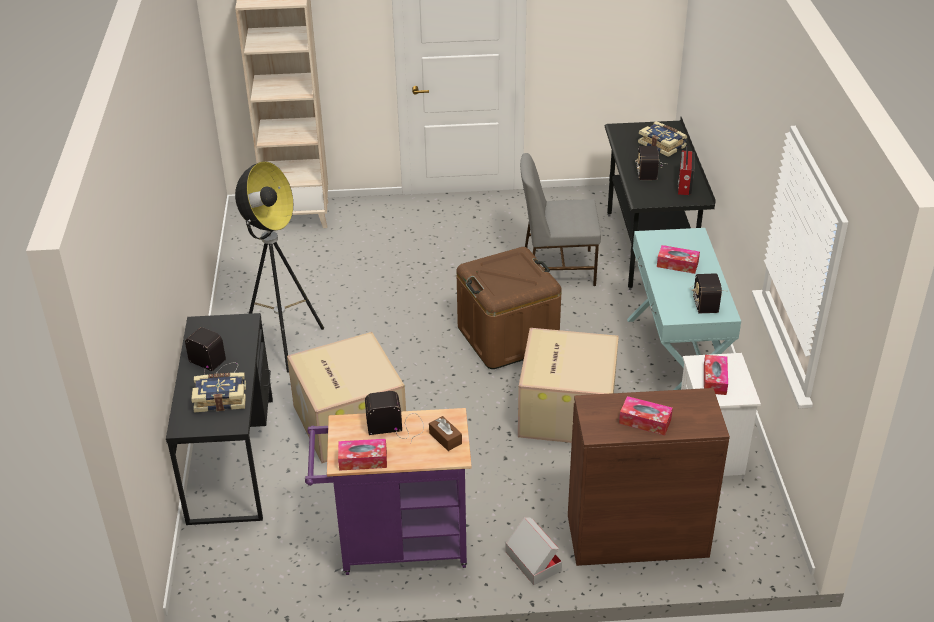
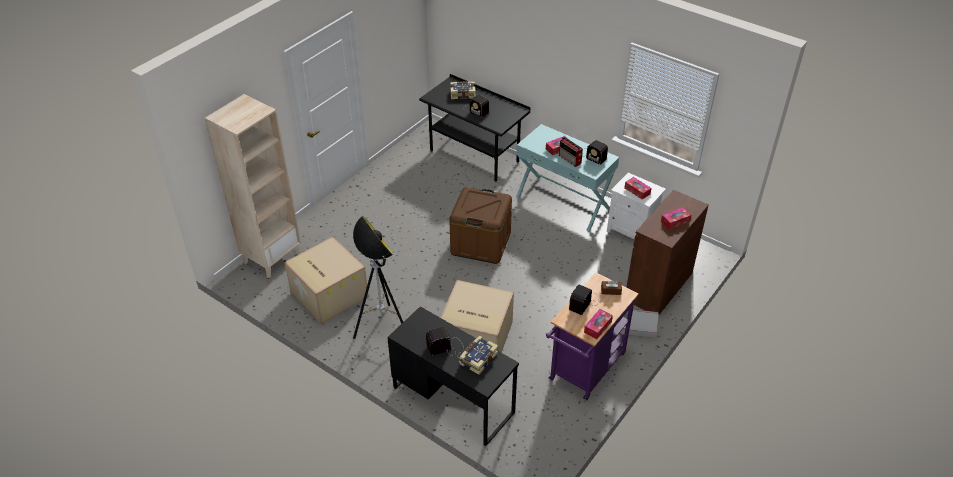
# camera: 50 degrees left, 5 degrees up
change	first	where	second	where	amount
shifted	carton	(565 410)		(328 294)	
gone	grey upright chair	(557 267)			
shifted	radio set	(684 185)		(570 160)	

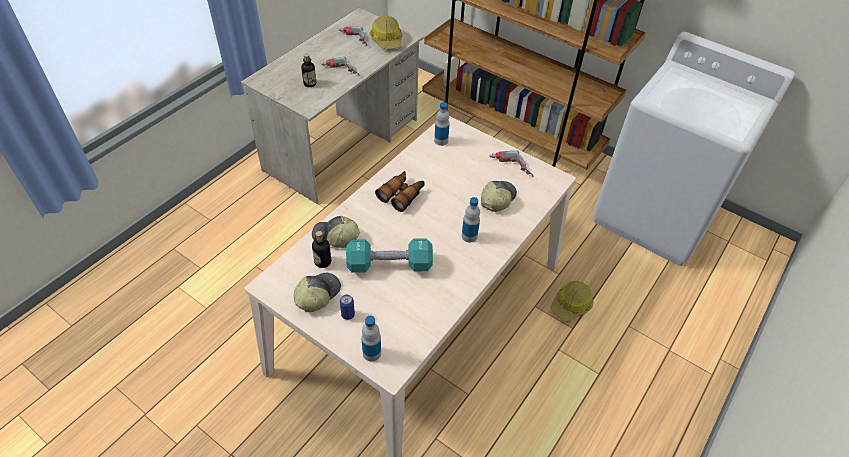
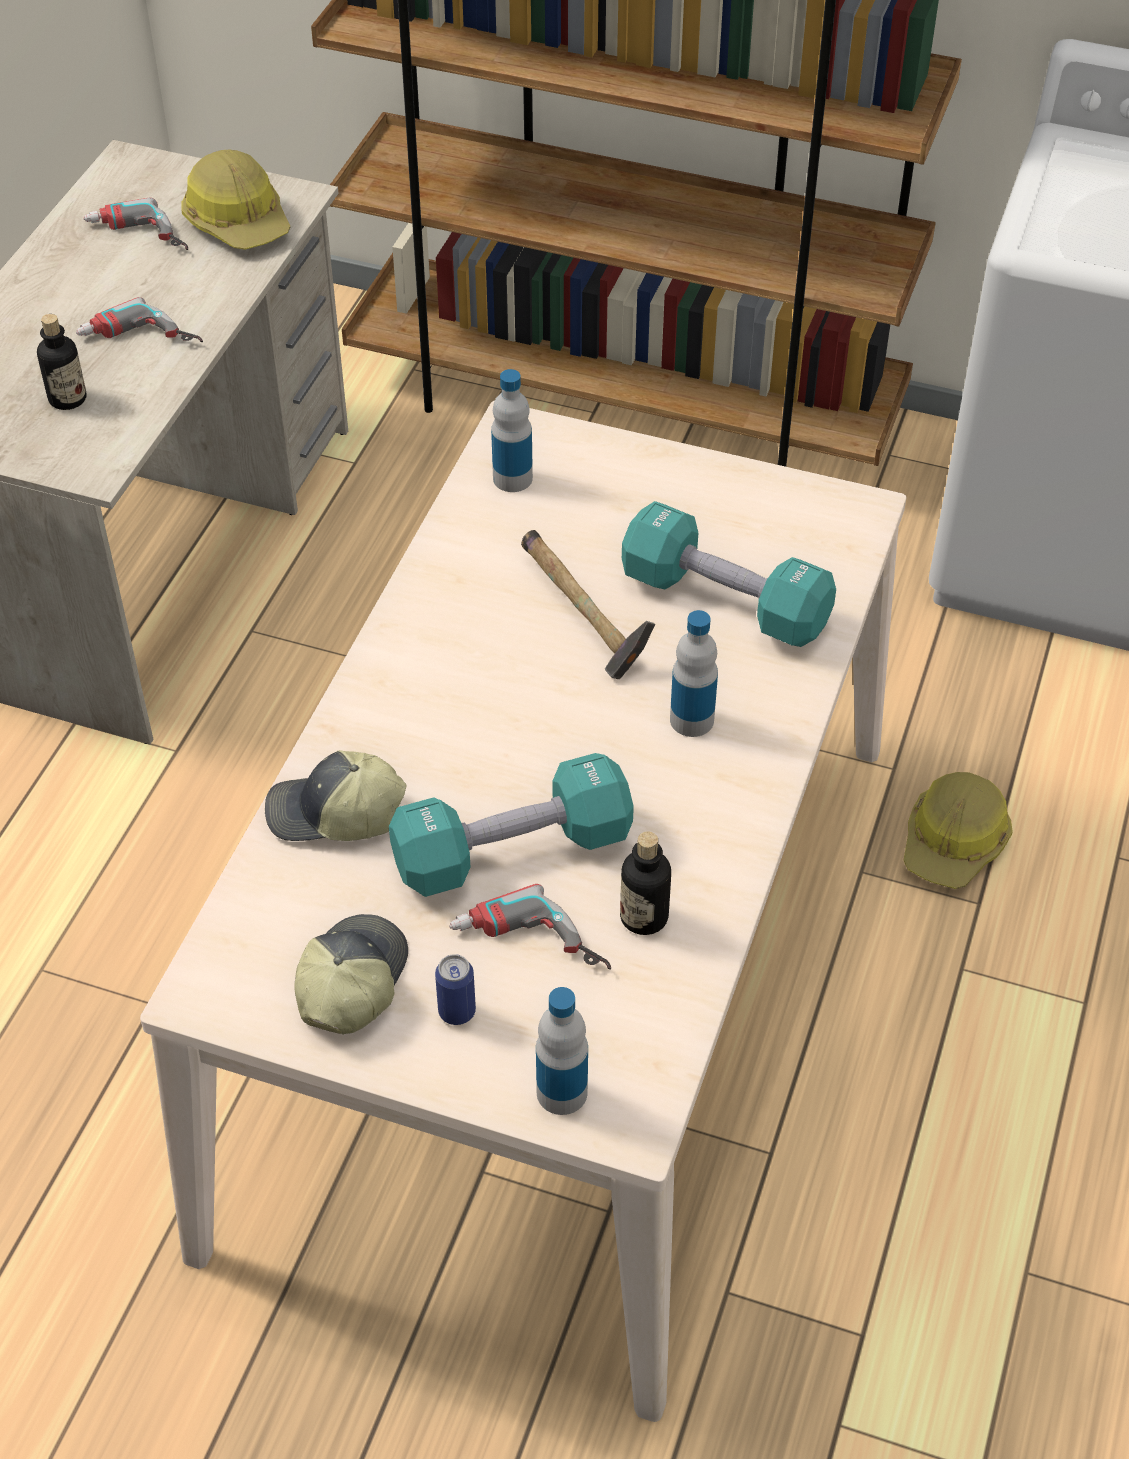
# camera: 15 degrees left, 0 degrees up
change	first	where	second	where	amount
shifted	drink bottle	(323 262)		(644 917)	
gone	binoculars	(402 194)			
swapped	peaked cap	(497 198)	blue-green free weight	(725 601)	
shifted	drill	(510 167)		(528 950)	
new			hammer	(581 618)	

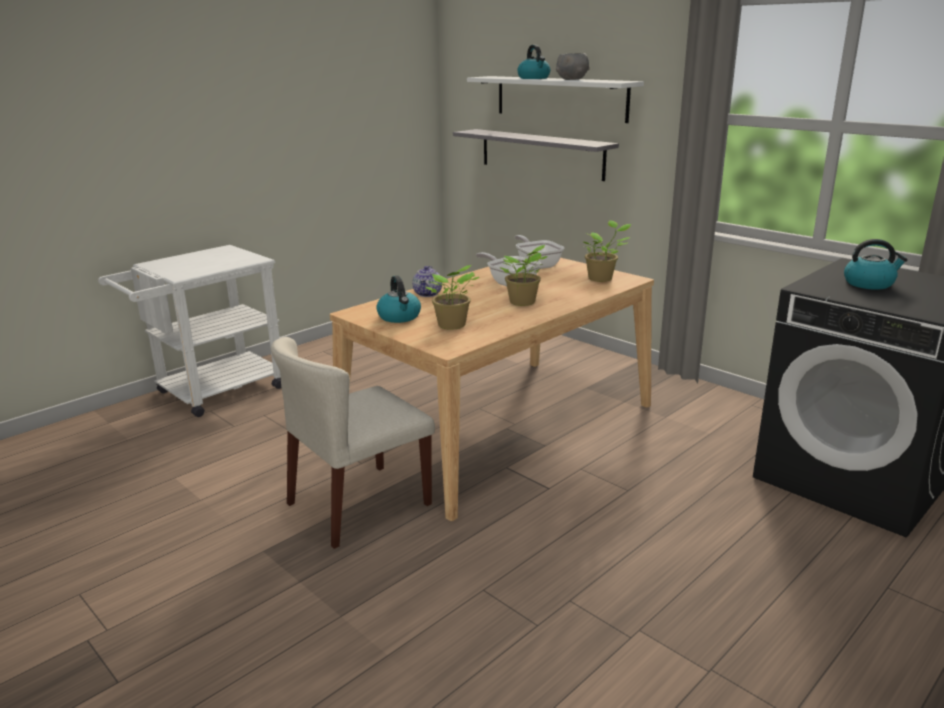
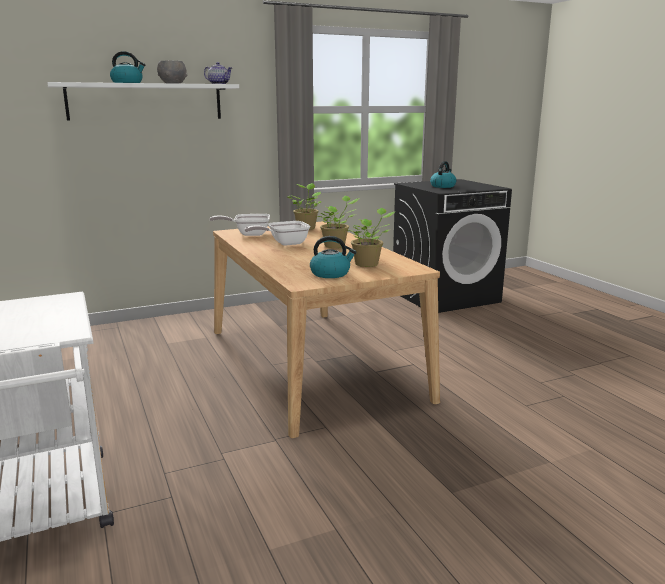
# camera: 70 degrees left, 5 degrees down
change	first	where	second	where	amount
gone	beige-coloured upright chair	(358 505)			
shifted	pot for tea	(428 294)		(219 84)	
gone	grey shelf	(541 154)			

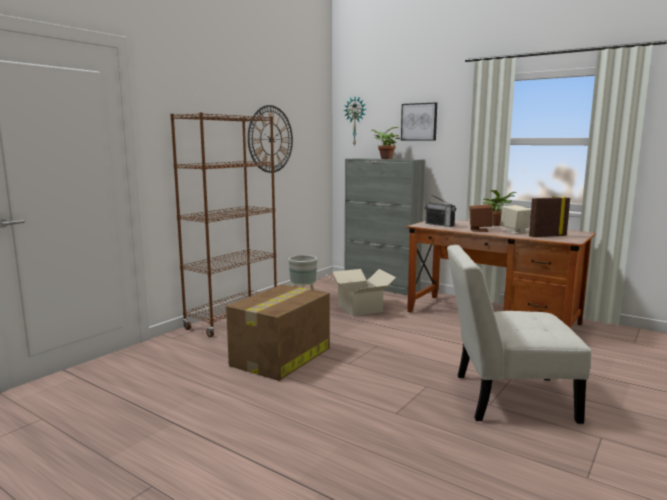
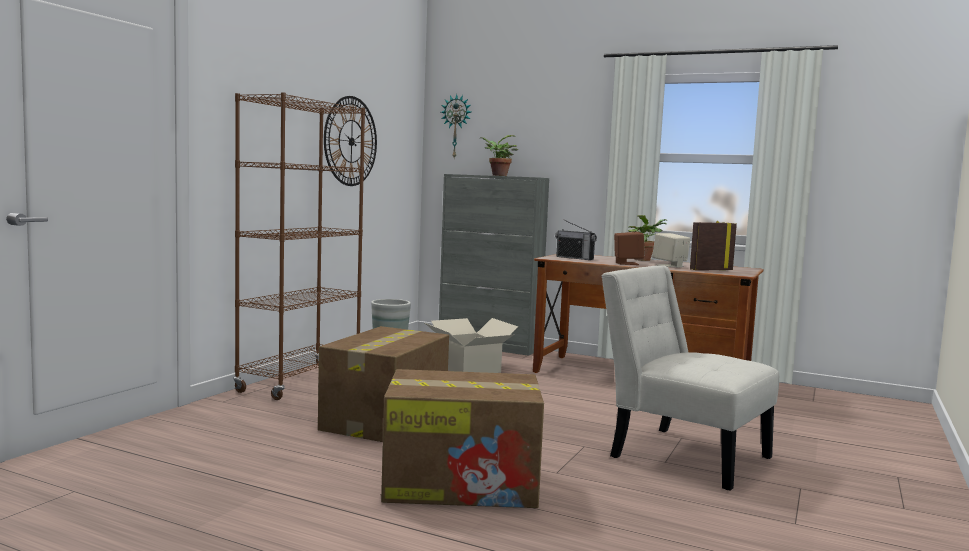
# camera: 10 degrees left, 5 degrees down
change	first	where	second	where	amount
gone	picture	(419 122)			
rotated	white-coloured upright chair	(505 397)		(682 454)	45 degrees clockwise
new			carton	(463 484)	

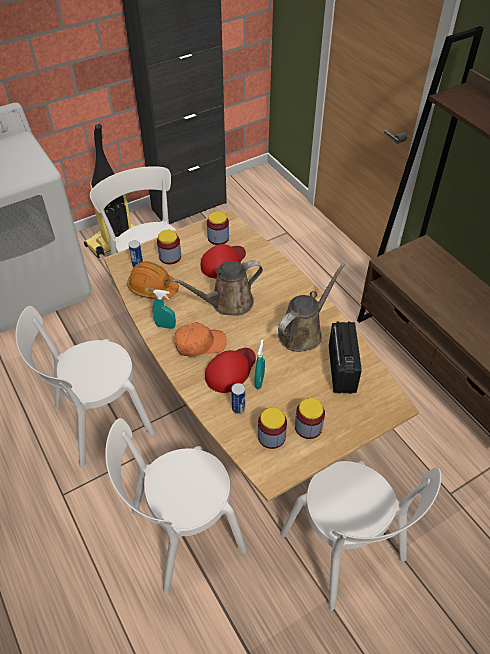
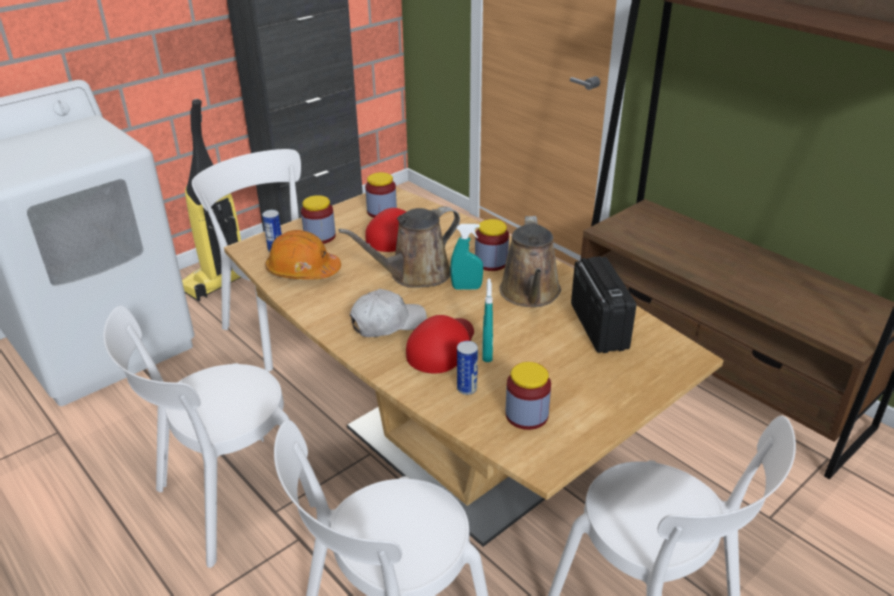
# camera: 10 degrees left, 15 degrees down
change	first	where	second	where	amount
shifted	blue-green hand sprayer	(165 326)		(466 288)	
repainted	orange peaked cap	(199 344)	white-coloured peaked cap	(387 323)	
rotated	brownish watering can	(303 332)		(530 294)	150 degrees clockwise
shifted	jar	(308 427)		(491 262)	

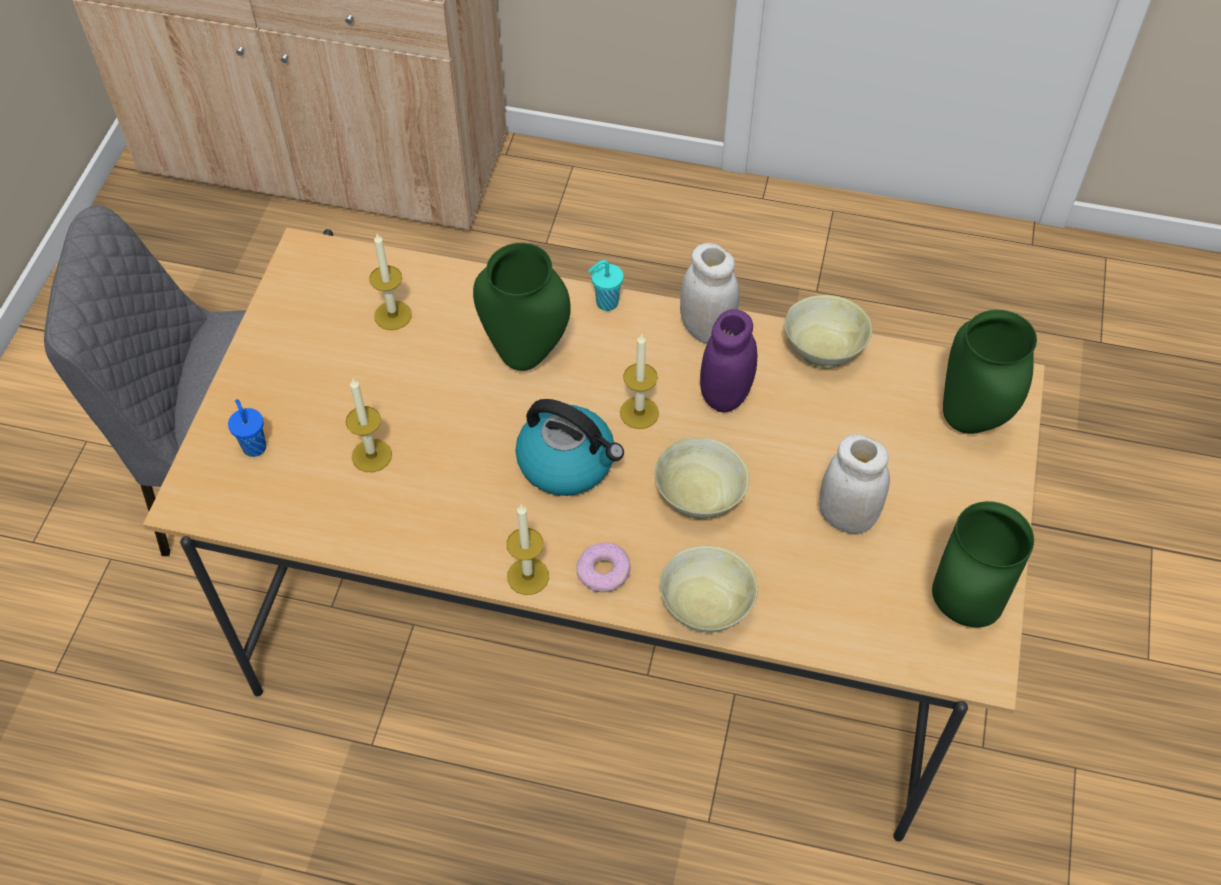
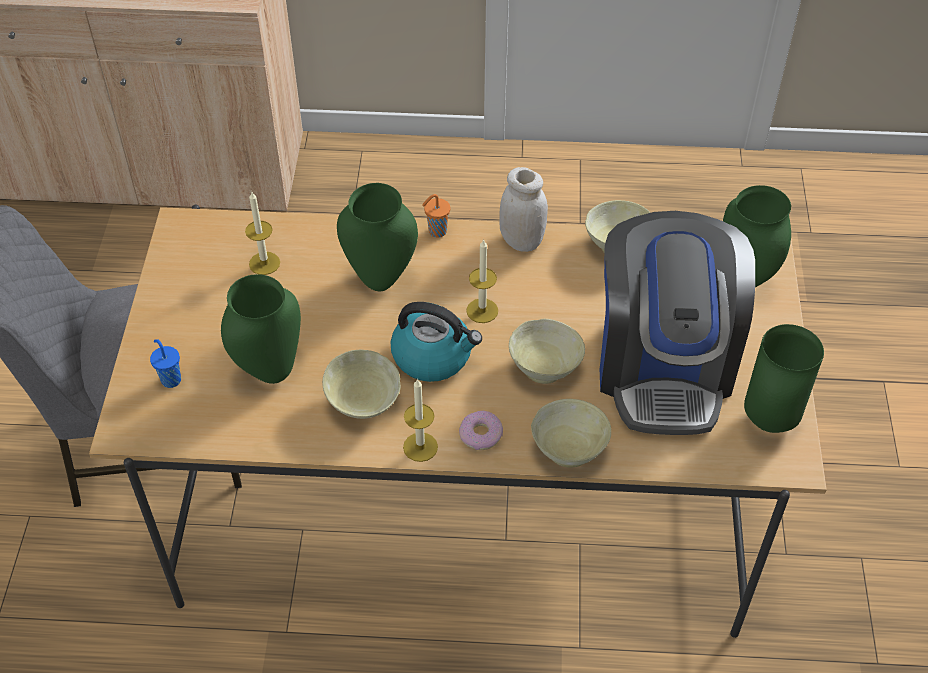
# camera: 10 degrees left, 5 degrees down
change	first	where	second	where	amount
swapped	wax light	(371 455)	green-coloured vase	(271 373)	
repainted	blue-green small cup	(605 303)	orange small cup	(436 232)	
gone	purple jar	(725 395)			
swapped	white-coloured jar	(846 517)	coffee machine	(664 366)	
new			beige-coloured deep dish	(362 404)	

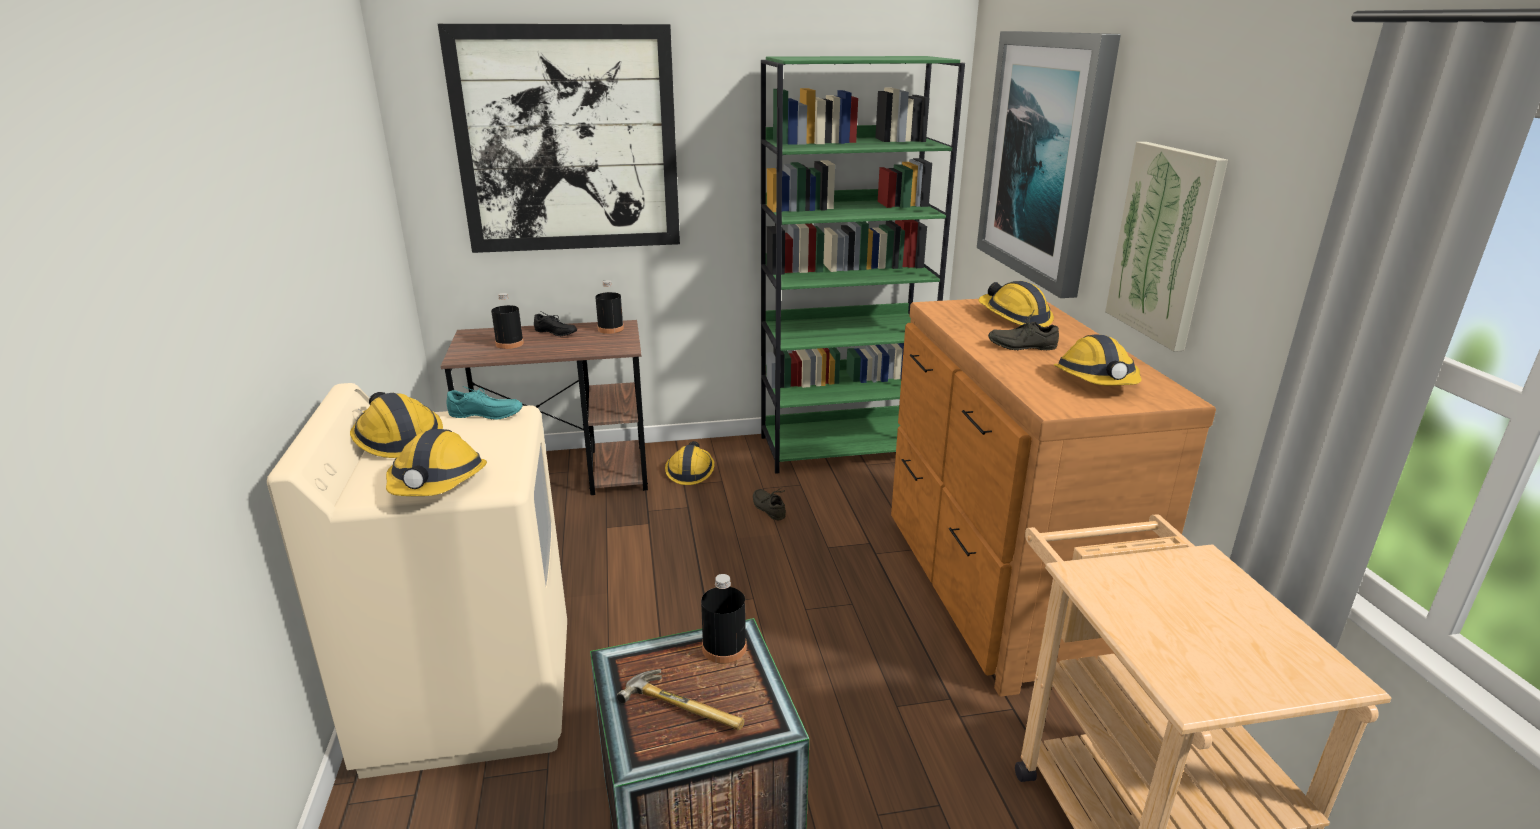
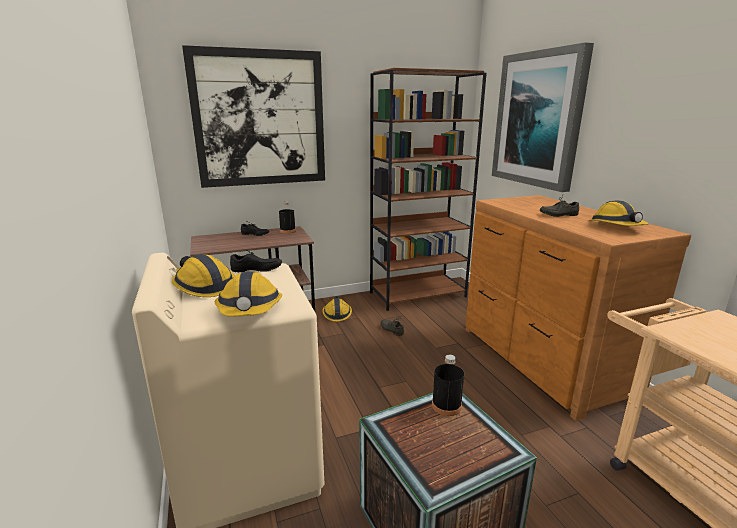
# camera: 10 degrees left, 5 degrees down
change	first	where	second	where	amount
repainted	blue-green low shoe	(485 416)	black-coloured low shoe	(256 270)	
gone	black-coloured drink bottle	(509 344)			
gone	hammer	(686 705)			
repainted	green-coloured bookcase	(843 448)	brownish bookcase	(418 294)	
gone	work helmet	(1014 317)			
gone	picture	(1164 244)			

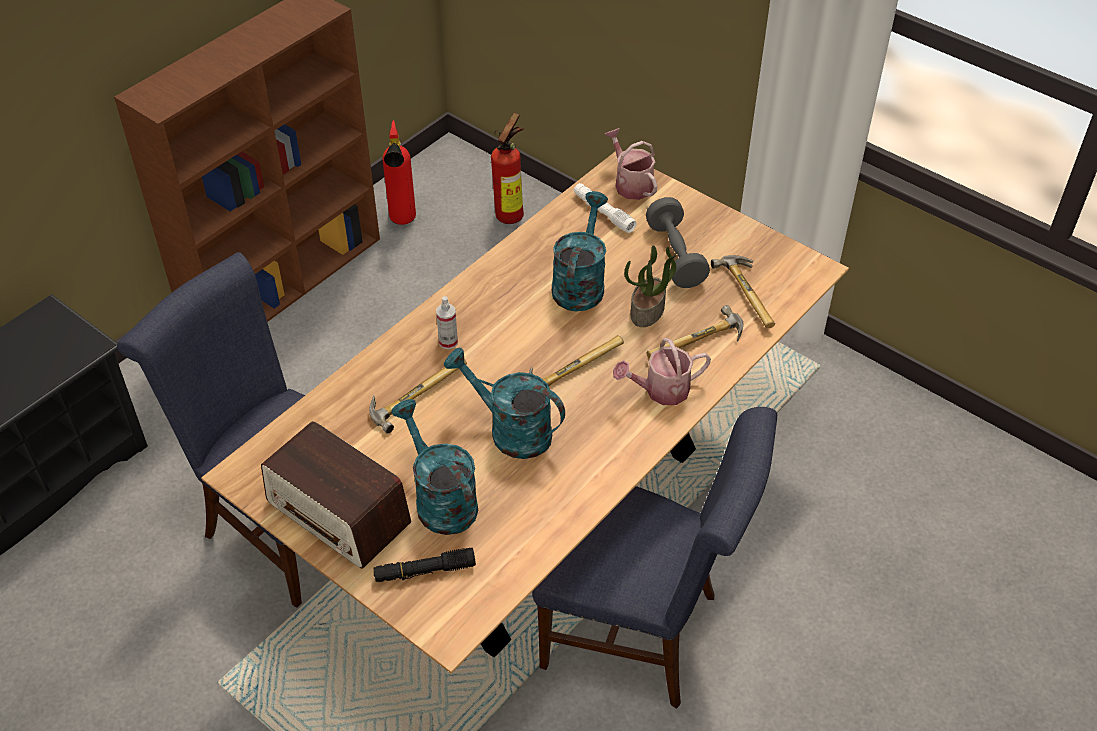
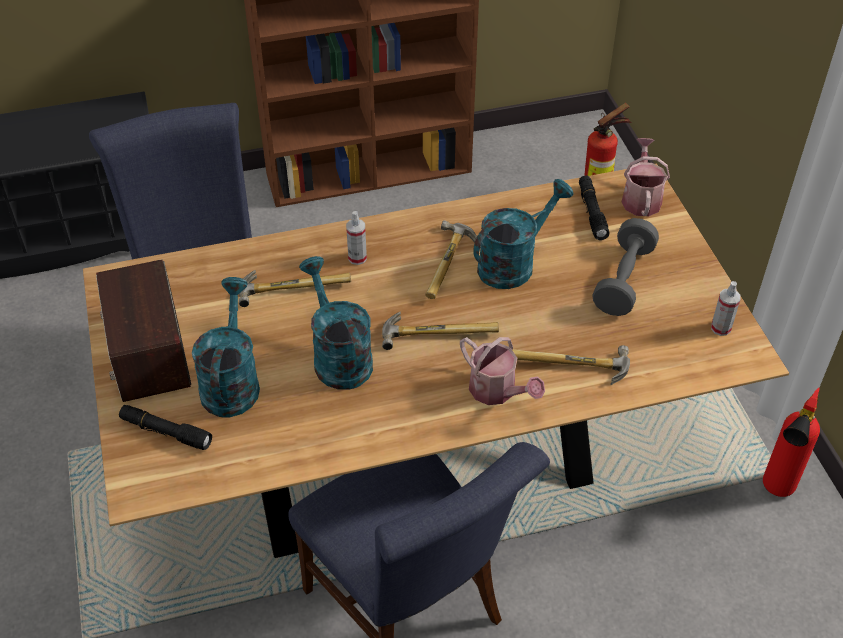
# camera: 35 degrees right, 0 degrees up
change	first	where	second	where	amount
shifted	extinguisher	(402 223)		(775 492)	
repainted	white-coloured flashlight	(603 213)	black-coloured flashlight	(592 212)	
rotated	watering can	(661 391)		(497 391)	150 degrees counterclockwise
gone	potted plant	(648 311)			
shifted	hammer	(751 294)		(451 265)	
new			hand sprayer	(720 328)	

